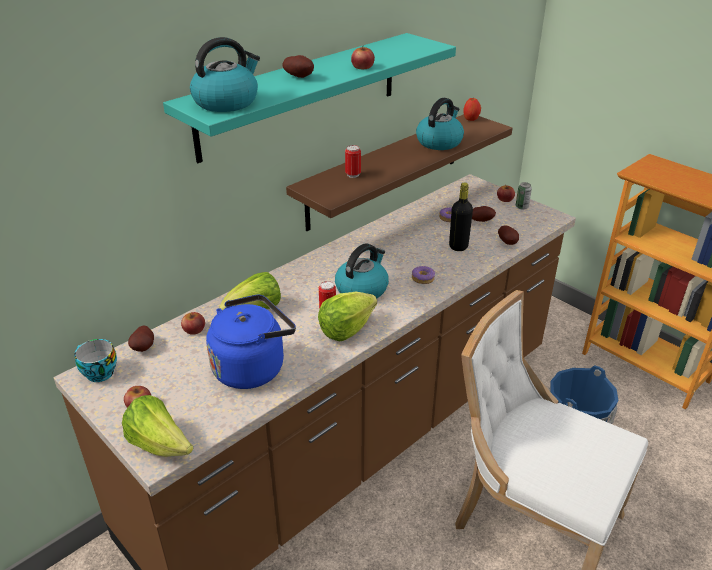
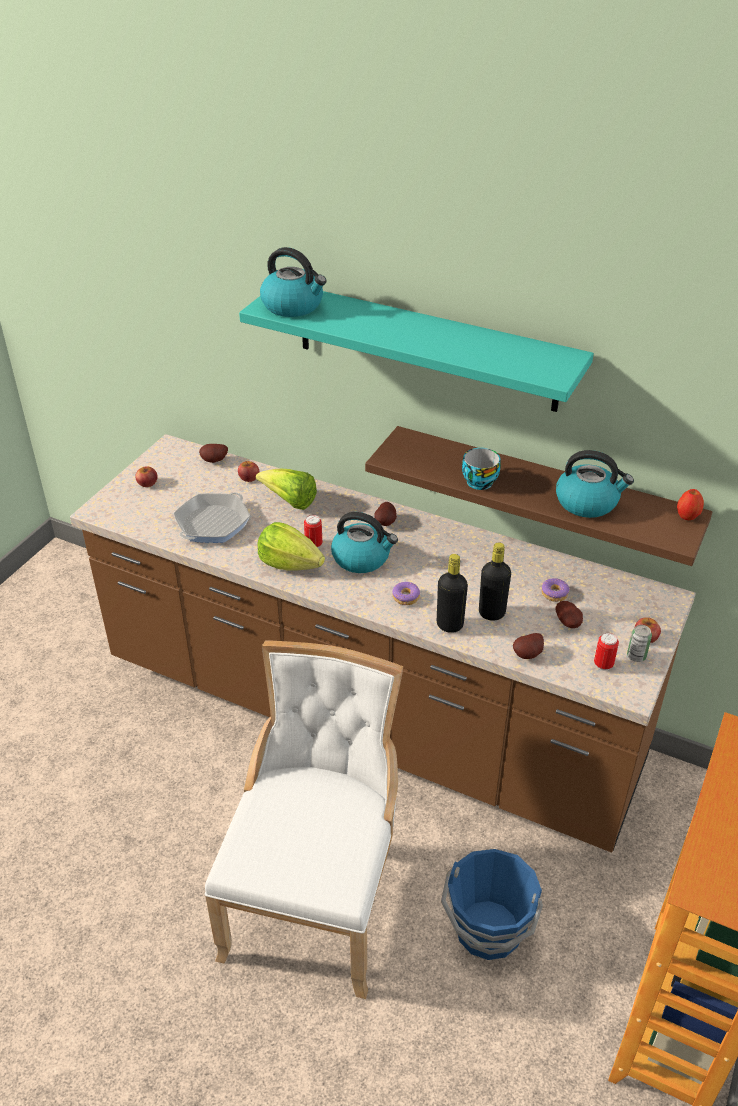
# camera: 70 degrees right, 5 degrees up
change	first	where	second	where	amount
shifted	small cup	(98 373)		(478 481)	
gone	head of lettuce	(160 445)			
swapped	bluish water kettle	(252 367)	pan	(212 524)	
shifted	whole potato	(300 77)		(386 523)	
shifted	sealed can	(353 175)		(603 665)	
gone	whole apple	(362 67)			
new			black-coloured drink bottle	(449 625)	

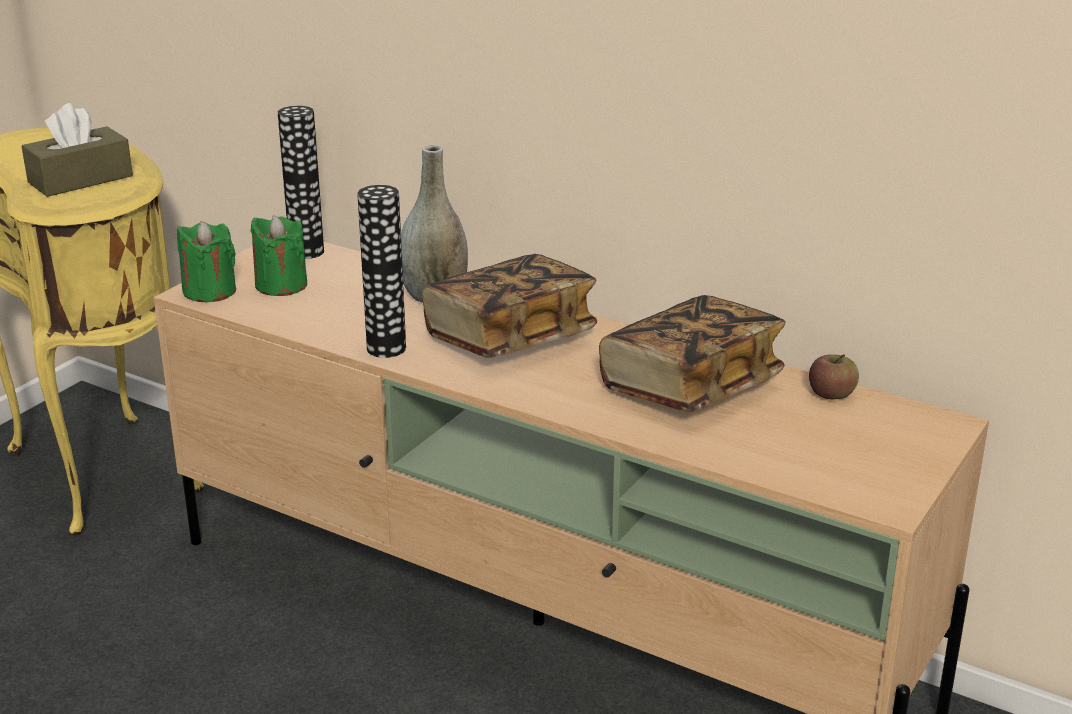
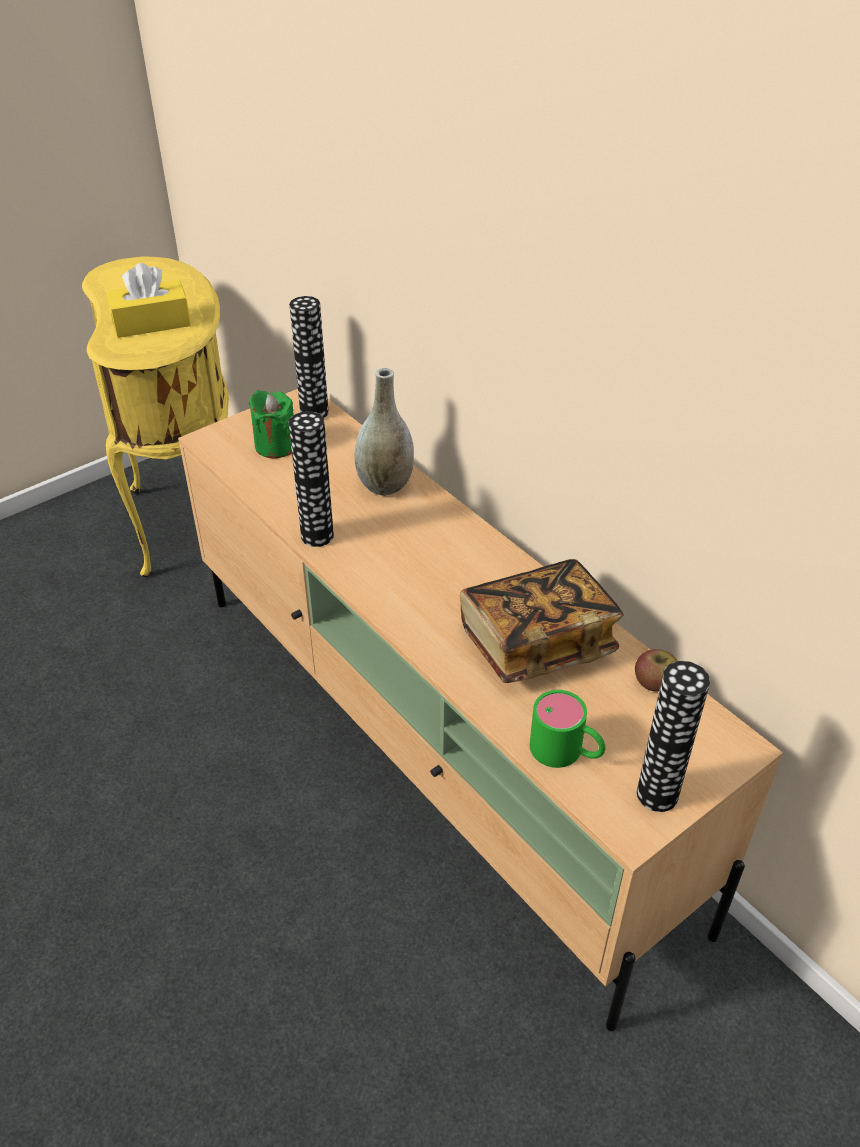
# camera: 20 degrees right, 15 degrees up
change	first	where	second	where	amount
repainted	brownish tissue holder	(80 179)	yellow-coloured tissue holder	(151 322)	
gone	green-coloured wax light	(209 291)			
gone	bound book	(510 338)			
new			green-coloured coffee mug	(566 752)	
new			vase	(657 794)	

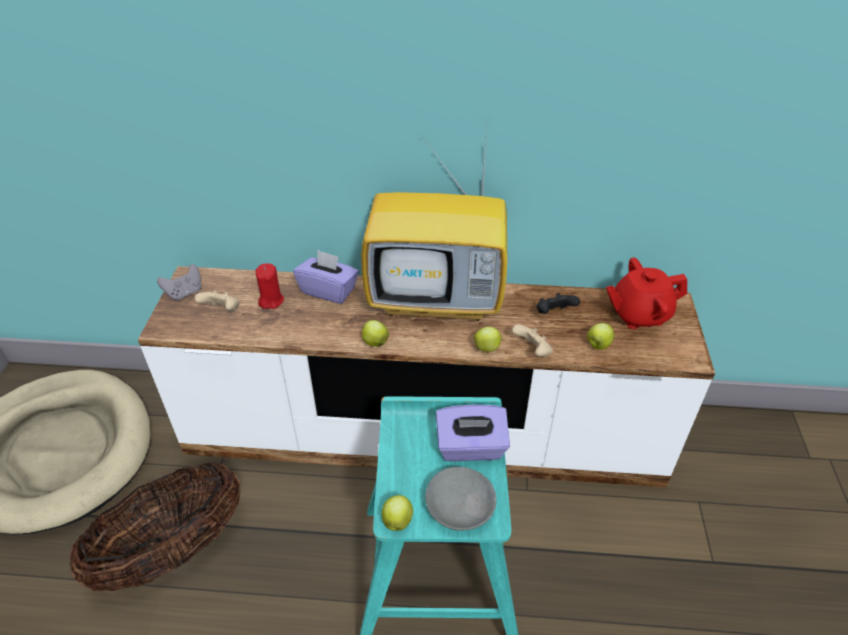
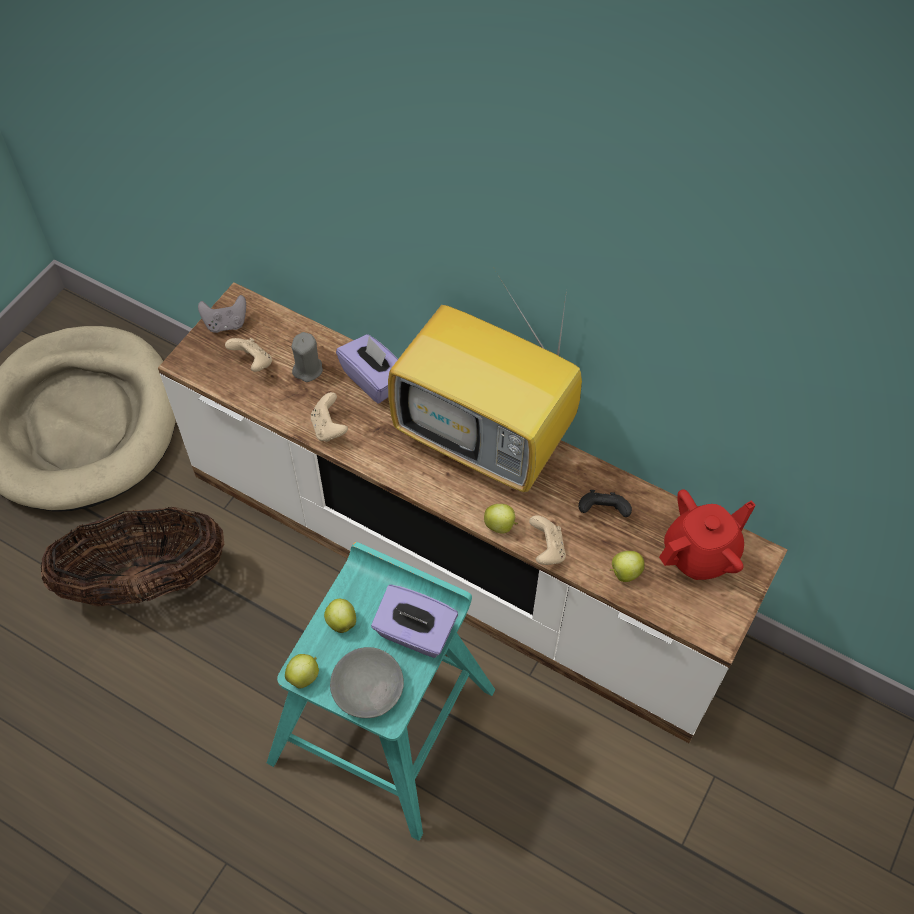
# camera: 25 degrees right, 15 degrees up
change	first	where	second	where	amount
repainted	red wax light	(271 300)	grey wax light	(308 369)	
shifted	whole apple	(375 342)		(341 621)	
rotated	red pot for tea	(639 314)		(700 553)	135 degrees clockwise
new			beige-coloured game controller	(329 428)	

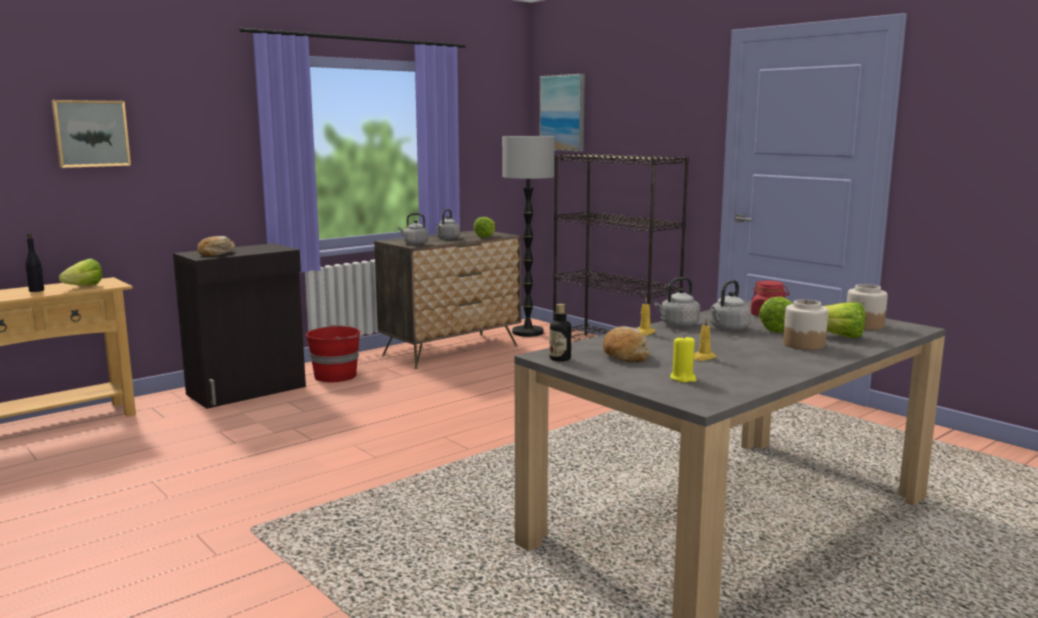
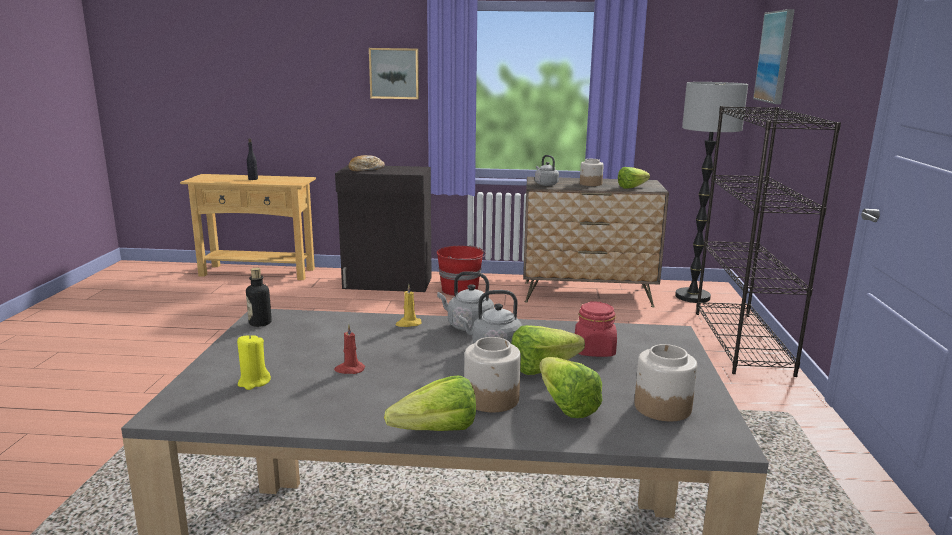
# camera: 45 degrees right, 5 degrees up
change	first	where	second	where	amount
shifted	picture	(91 133)		(394 73)	
shifted	head of lettuce	(79 287)		(429 432)	
swapped	grey water kettle	(447 238)	jar	(590 184)	
gone	bakery bread	(625 355)			
repainted	yellow-coloured wax light	(703 358)	red wax light	(349 369)	

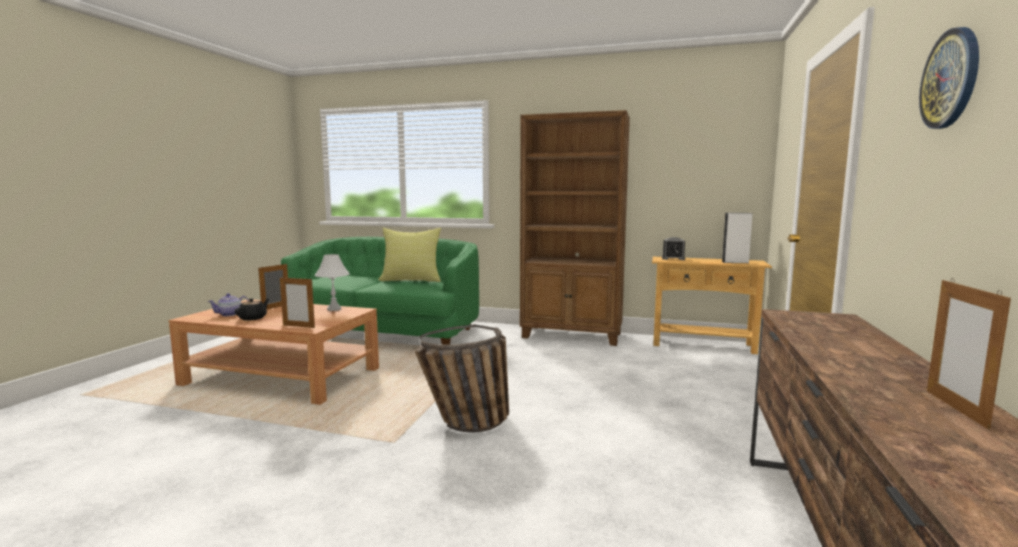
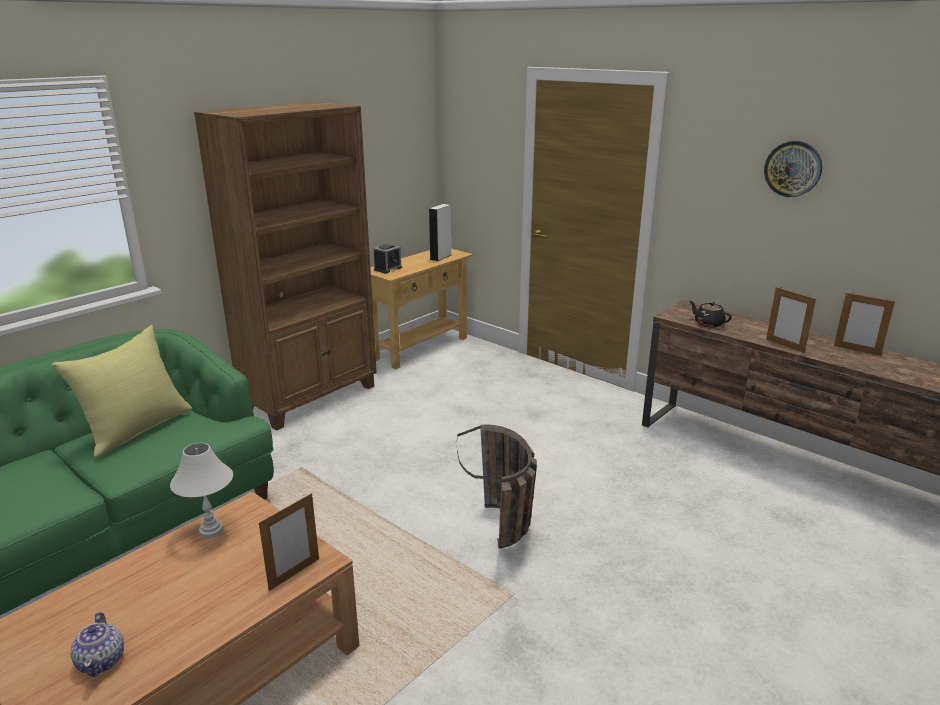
# camera: 65 degrees left, 15 degrees up
change	first	where	second	where	amount
shifted	black-coloured pot for tea	(253 318)		(708 323)	
shifted	standing frame	(276 307)		(785 346)	

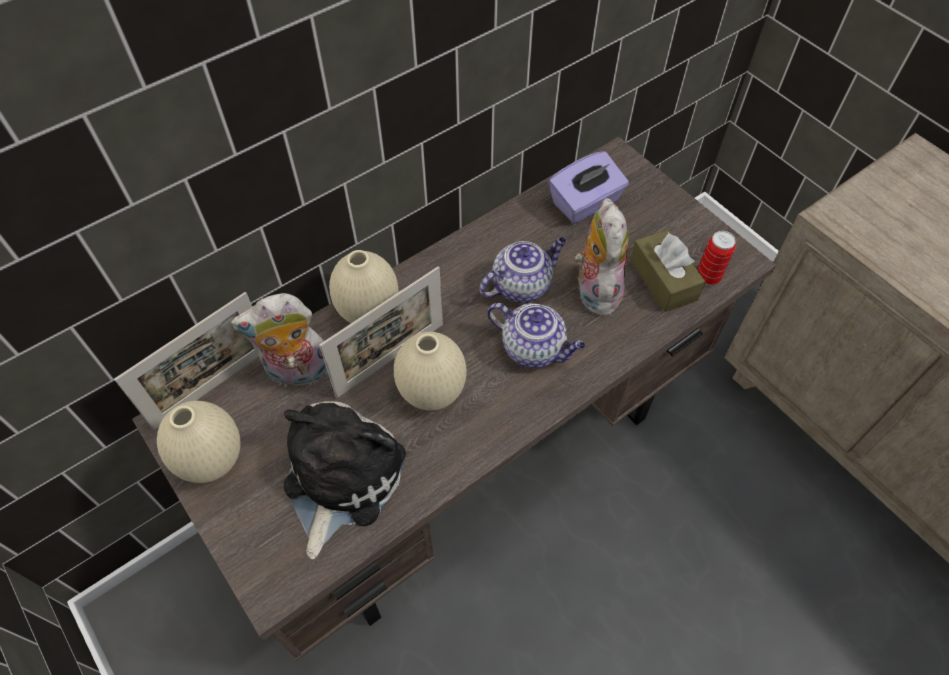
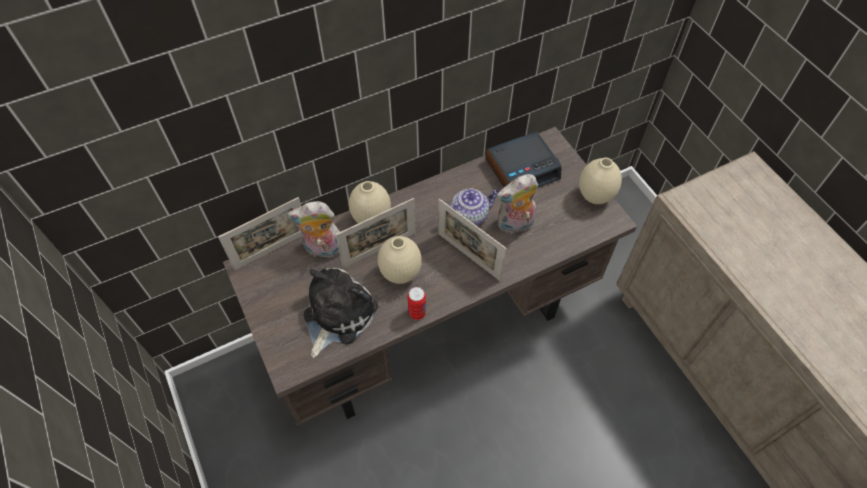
# camera: 10 degrees right, 0 degrees up
change	first	where	second	where	amount
shifted	beige-coloured vase	(212 461)		(594 196)	
swapped	pot for tea	(534 349)	standing frame	(468 256)	
swapped	purple tissue holder	(585 203)	alarm clock	(522 168)	
rotated	plush toy	(594 289)		(515 225)	120 degrees counterclockwise
gone	brownish tissue holder	(663 279)			
shifted	sealed can	(708 277)		(417 313)	

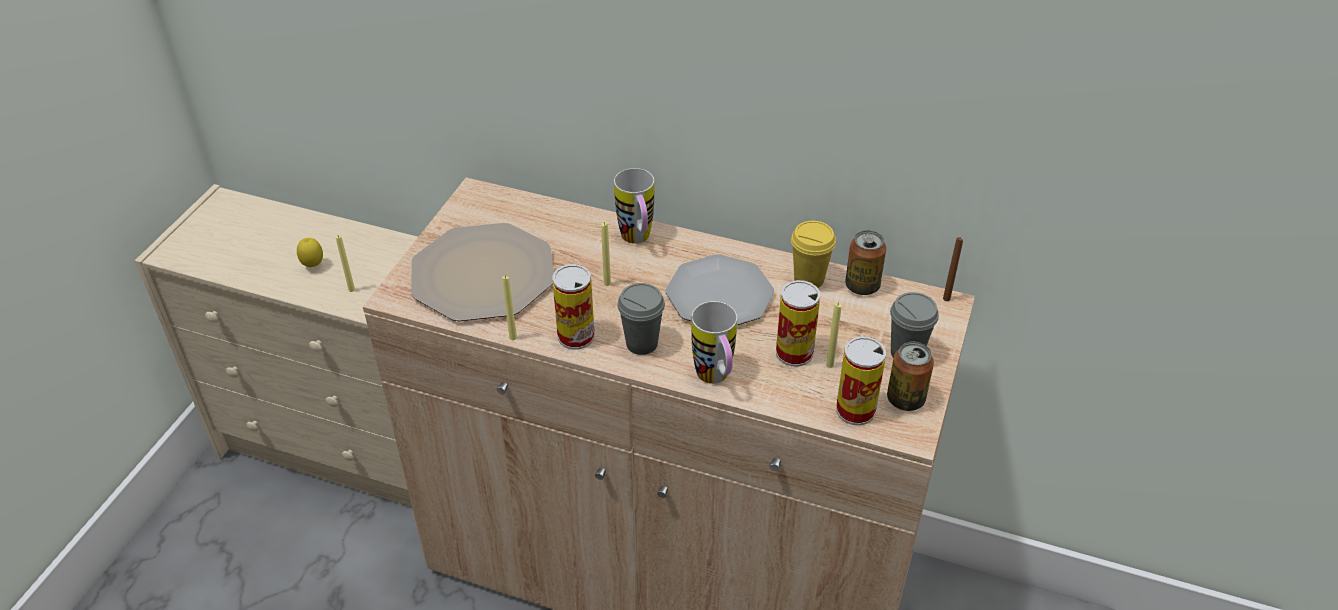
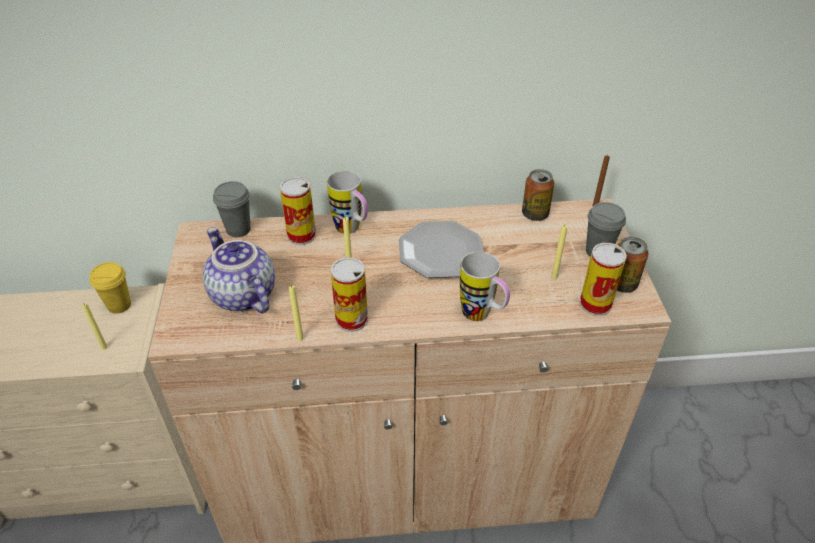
# camera: 25 degrees left, 0 degrees up
change	first	where	second	where	amount
gone	lemon	(313 266)			
swapped	plate	(482 275)	pot for tea	(241 295)	
shifted	grey small cup	(642 343)		(238 229)	
shifted	sealed can	(794 353)		(301 235)	
shifted	yellow-coloured small cup	(809 279)		(119 305)	

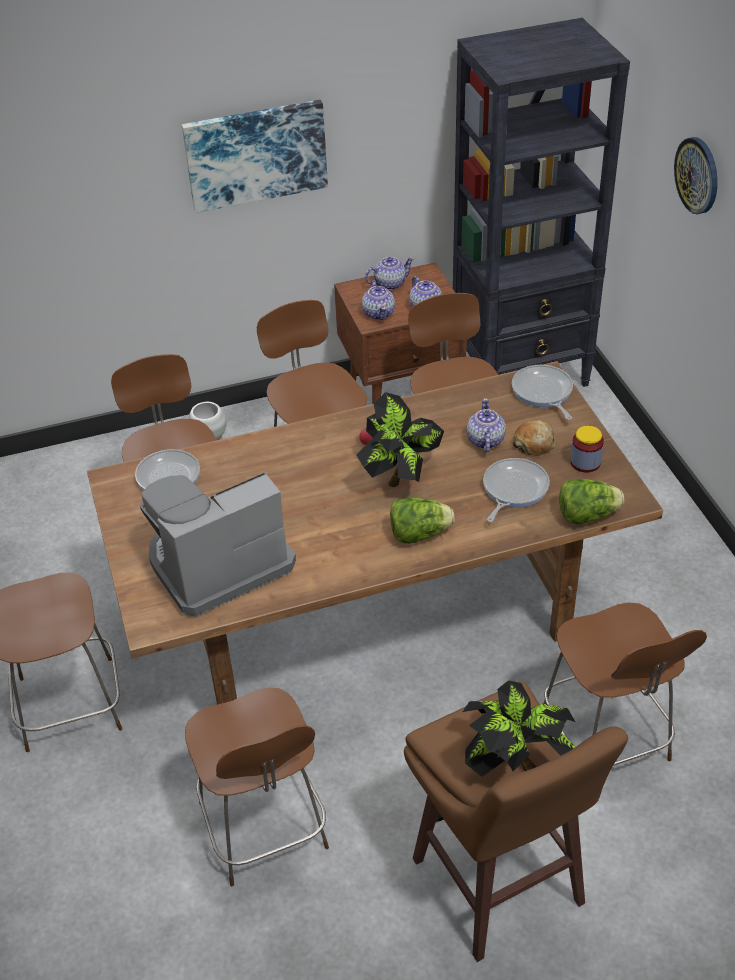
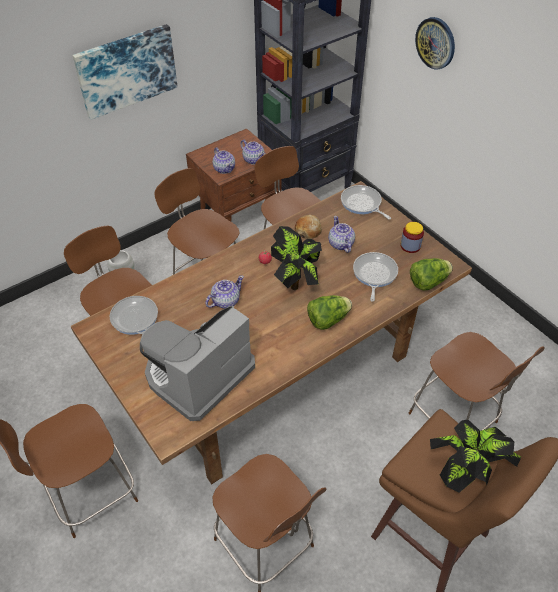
# camera: 20 degrees left, 5 degrees up
change	first	where	second	where	amount
shifted	pot for tea	(389 283)		(225 301)	
shifted	bakery bread	(534 444)		(308 230)	

